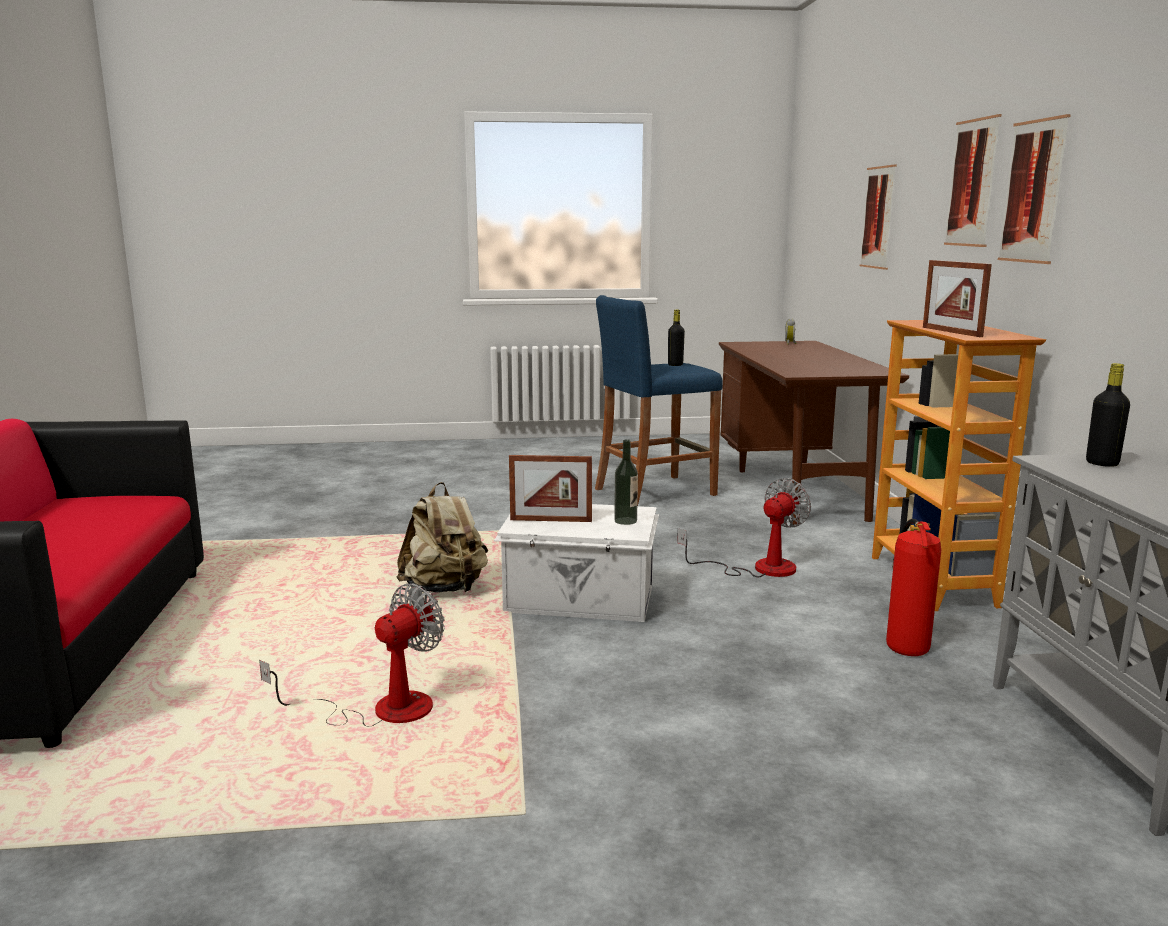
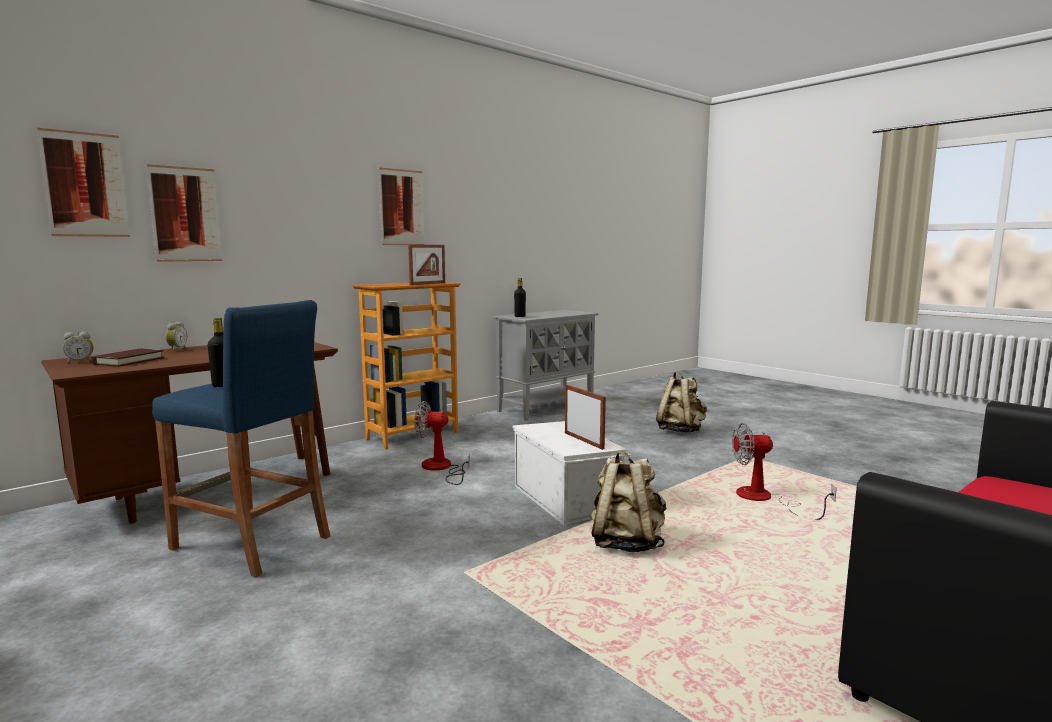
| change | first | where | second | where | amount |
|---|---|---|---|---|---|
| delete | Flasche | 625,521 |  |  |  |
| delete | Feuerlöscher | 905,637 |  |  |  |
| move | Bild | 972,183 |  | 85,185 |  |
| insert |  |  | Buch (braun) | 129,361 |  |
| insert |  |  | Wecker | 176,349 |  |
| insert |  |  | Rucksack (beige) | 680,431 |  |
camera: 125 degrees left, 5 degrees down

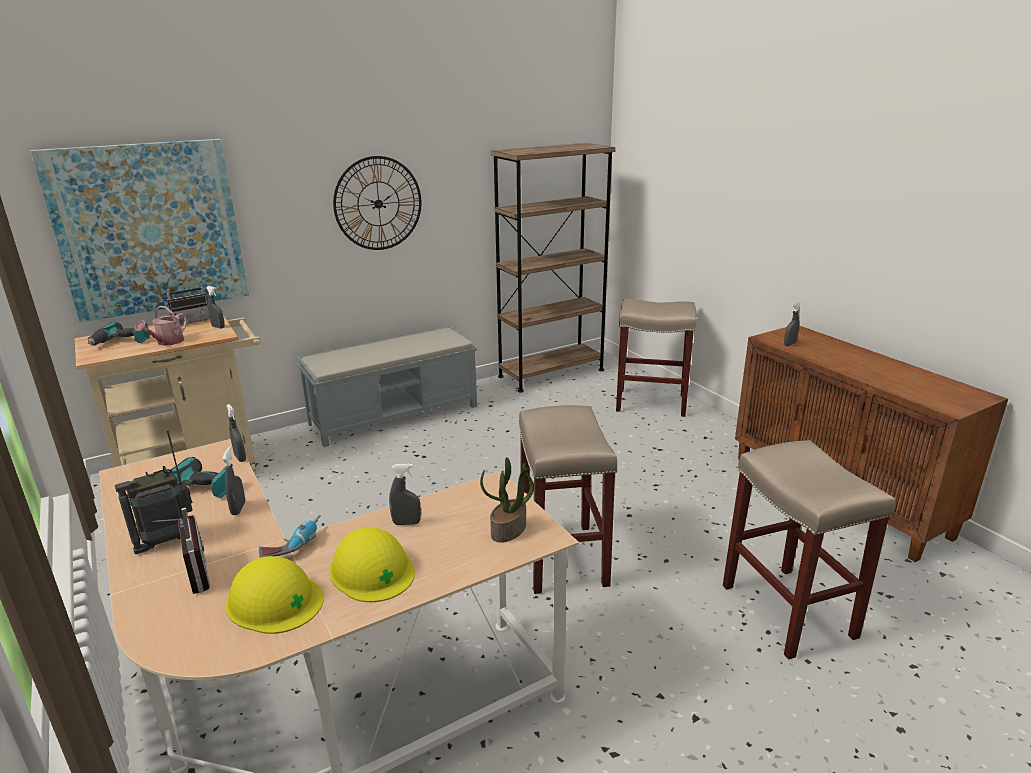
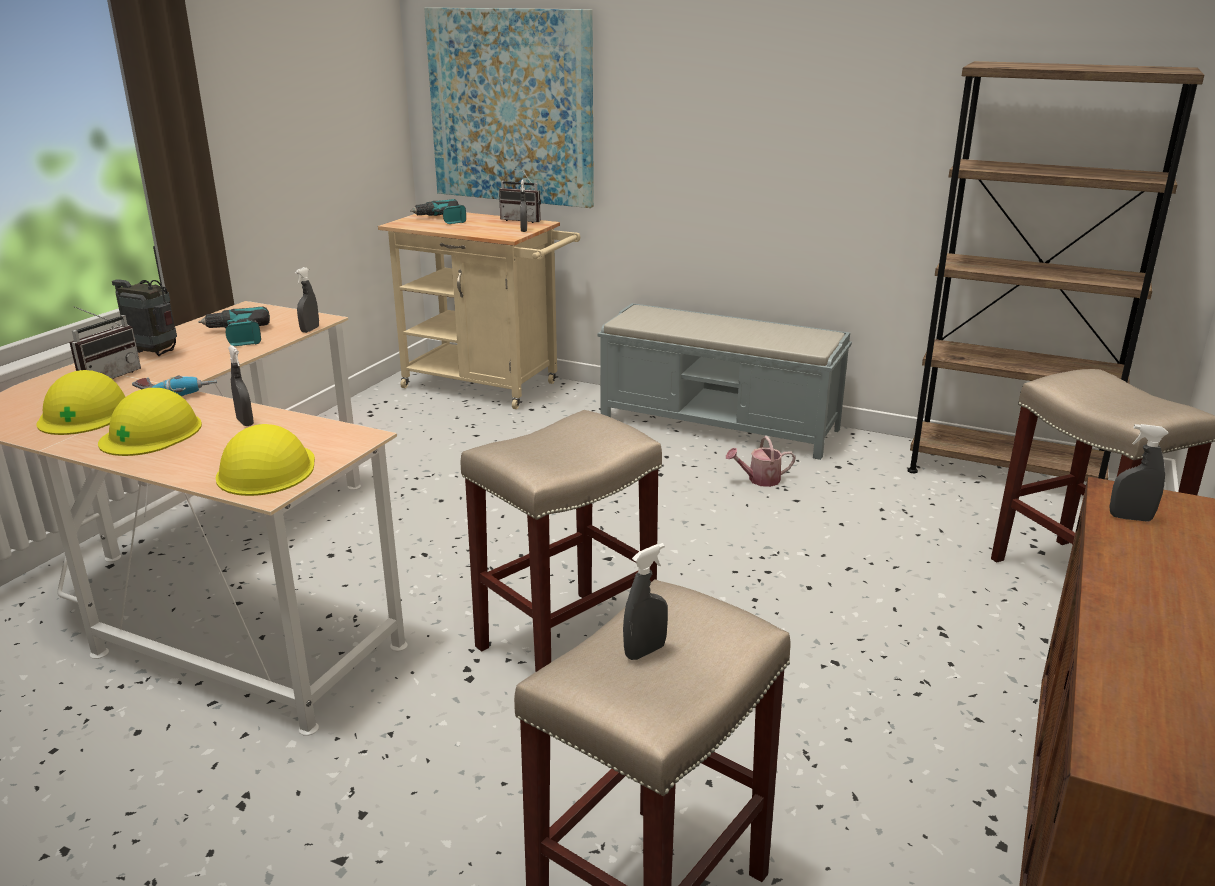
| change | first | where | second | where | amount |
|---|---|---|---|---|---|
| move | Gießkanne | 167,342 |  | 759,480 |  |
| move | Sprühflasche (grau) | 238,509 |  | 645,651 |  |
| delete | Wanduhr | 378,204 |  |  |  |
| replace | Topfpflanze | 509,530 | Schutzhelm (gelb) | 266,470 |  |
camera: 55 degrees right, 0 degrees up

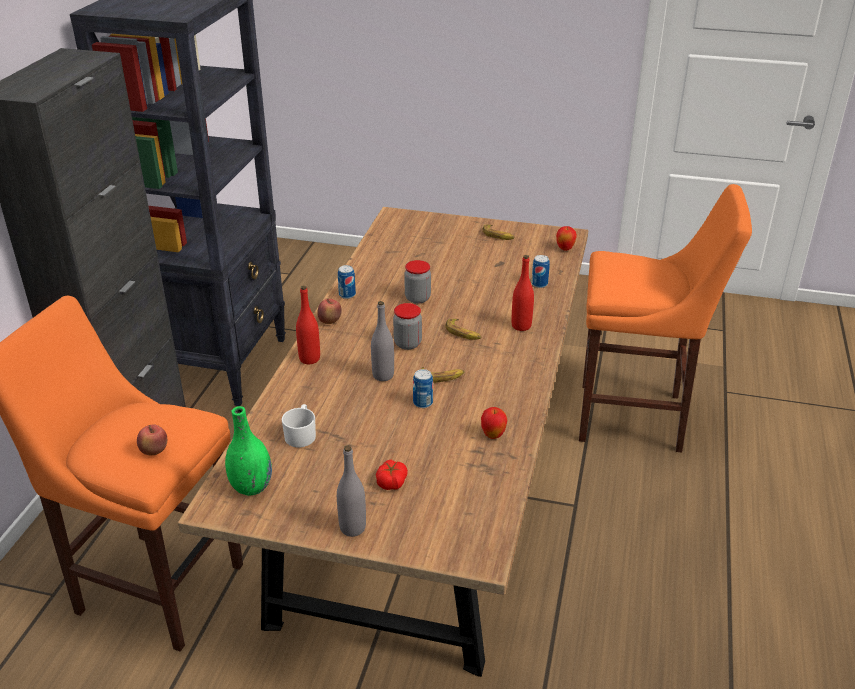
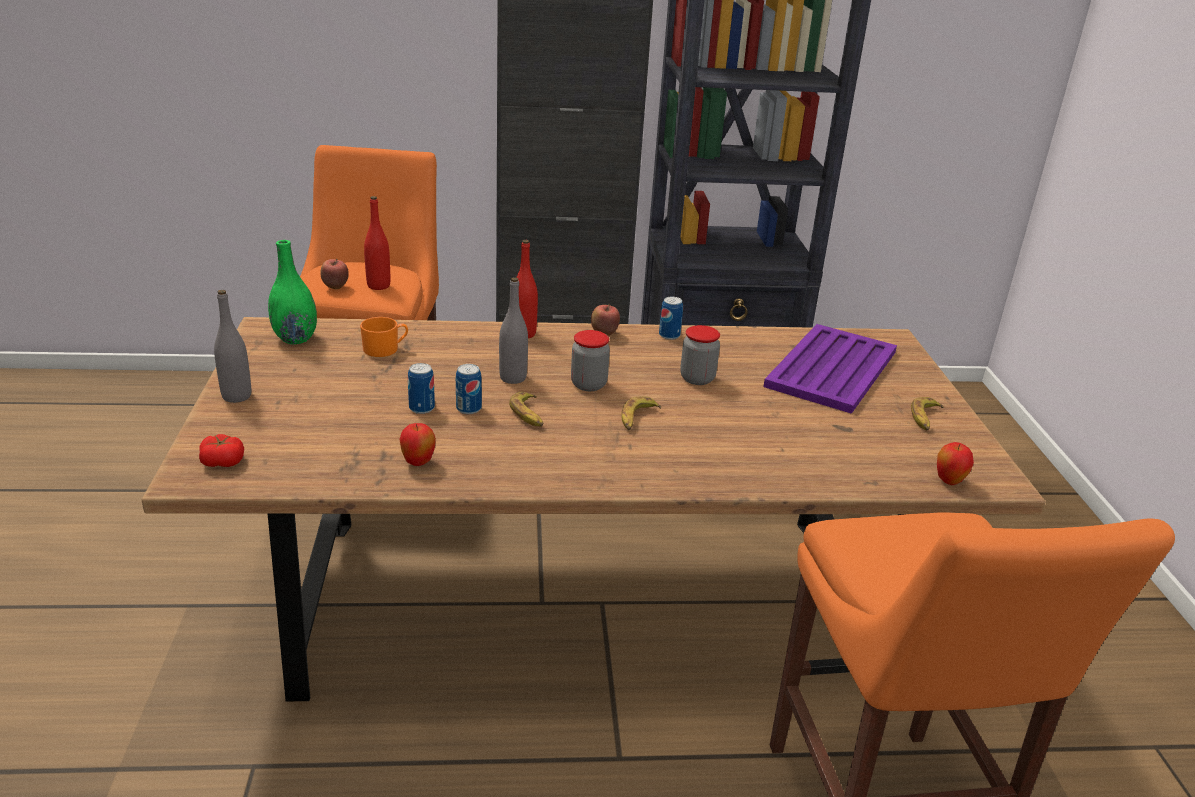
| change | first | where | second | where | amount |
|---|---|---|---|---|---|
| recolor | Henkelbecher (weiß) | 301,434 | Henkelbecher (orange) | 385,349 |  |
| move | Tomate | 391,482 |  | 223,461 |  |
| move | Flasche (rot) | 521,326 |  | 378,286 |  |
| move | Dose | 539,284 |  | 421,408 |  |
| insert |  |  | Tablett (lila) | 833,368 |  |
camera: 70 degrees right, 5 degrees down

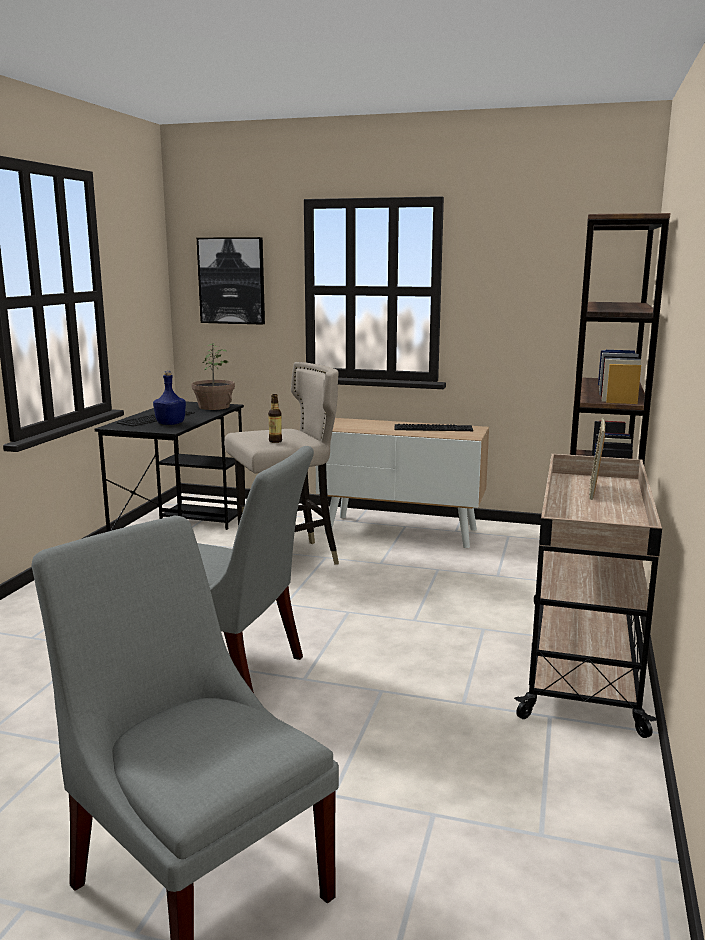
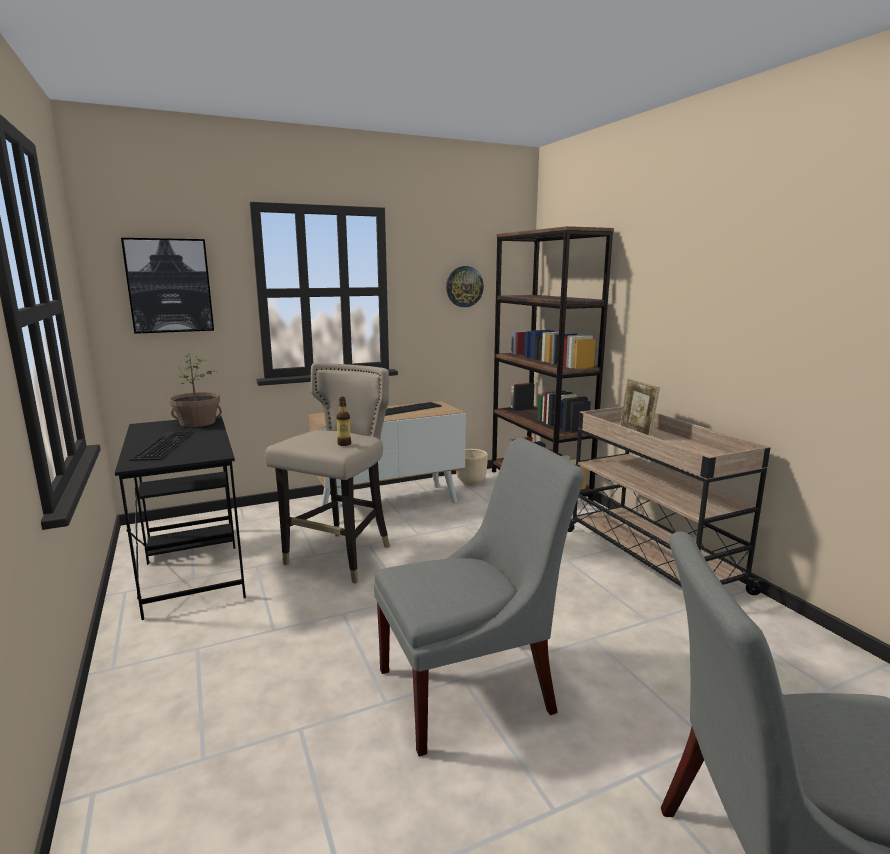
| change | first | where | second | where | amount |
|---|---|---|---|---|---|
| delete | Flasche (blau) | 171,424 |  |  |  |
| insert |  |  | Wanduhr | 464,286 |  |
| insert |  |  | Pflanzkübel (beige) | 471,482 |  |
camera: 40 degrees left, 0 degrees up

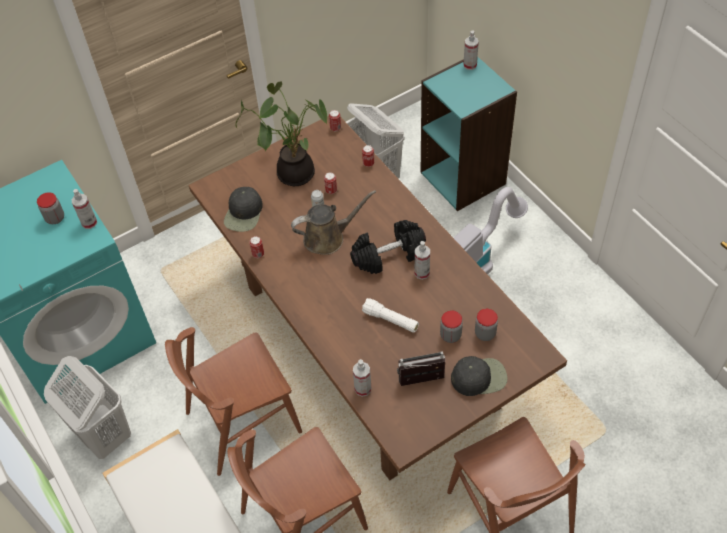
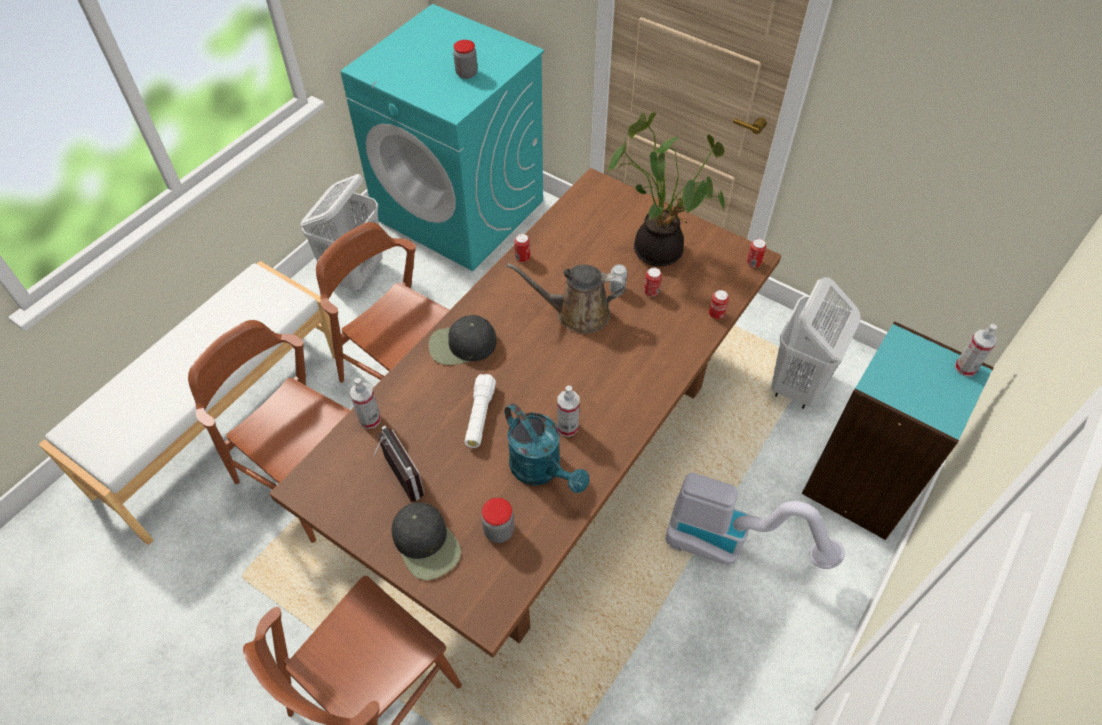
| change | first | where | second | where | amount |
|---|---|---|---|---|---|
| delete | Sprühflasche | 89,223 |  |  |  |
| move | Kappe (schwarz) | 244,213 |  | 461,345 |  |
| rotate | Gießkanne (braun) | 328,238 |  | 577,313 | 135 degrees clockwise |
| delete | Hantel (schwarz) | 388,256 |  |  |  |
| delete | Vorratsglas | 450,335 |  |  |  |
| insert |  |  | Gießkanne (türkis) | 542,470 |  |
camera: 65 degrees right, 0 degrees up

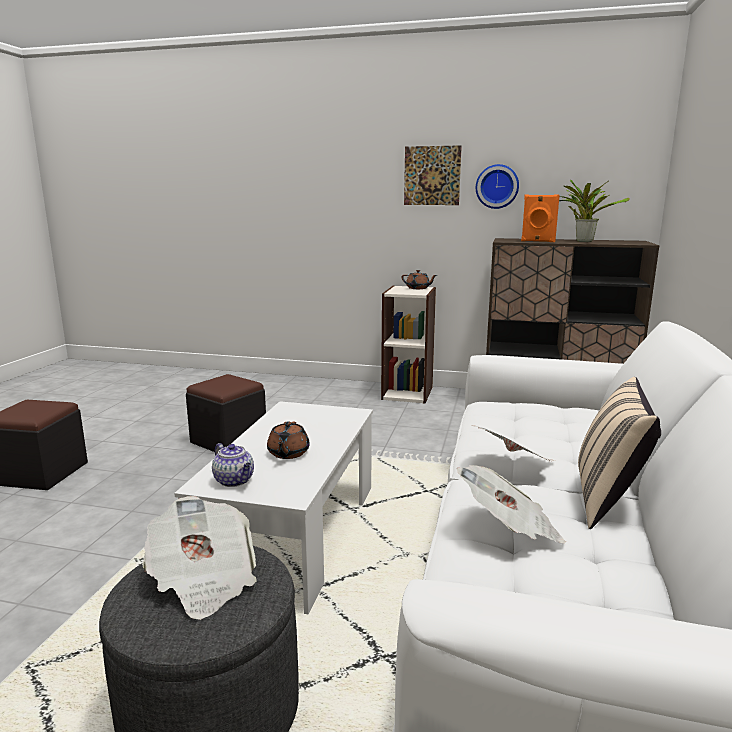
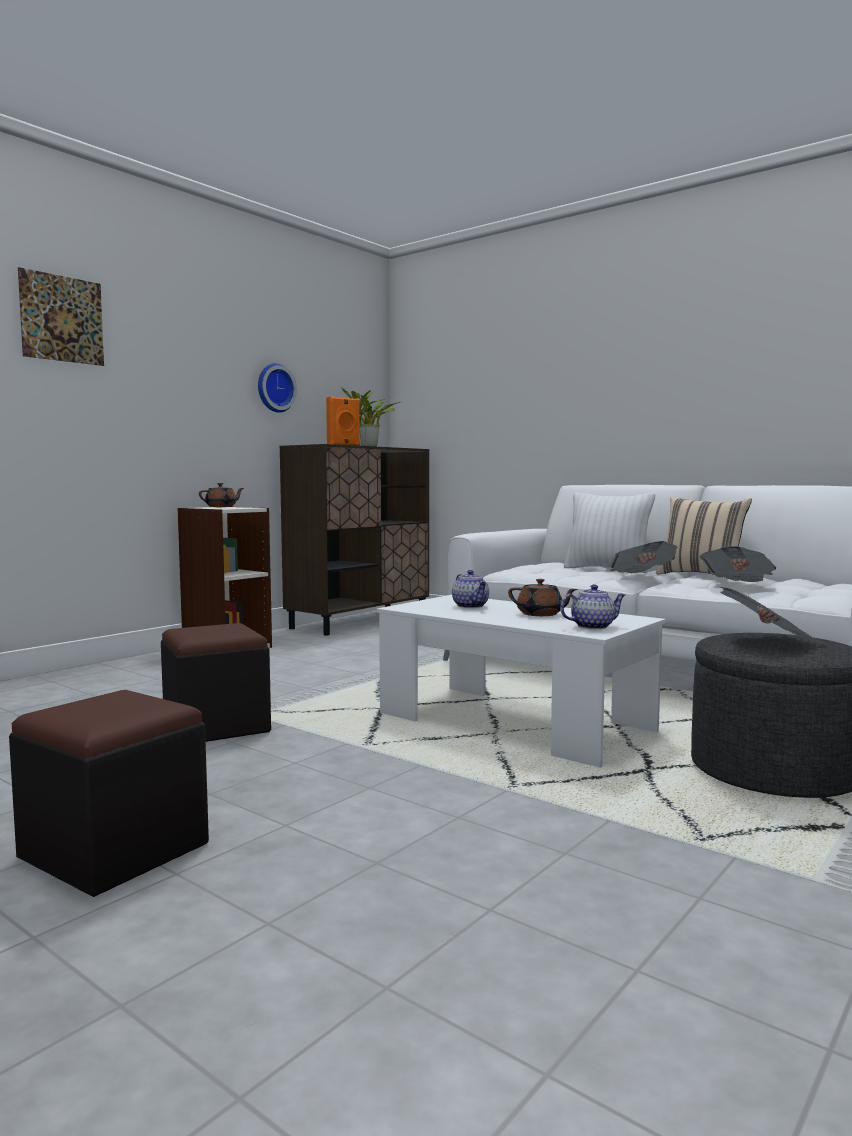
| change | first | where | second | where | amount |
|---|---|---|---|---|---|
| move | Bild | 432,175 |  | 62,319 |  |
| insert |  |  | Teekanne | 471,606 |  |
| insert |  |  | Kissen (weiß) | 607,569 |  |
camera: 65 degrees left, 10 degrees down

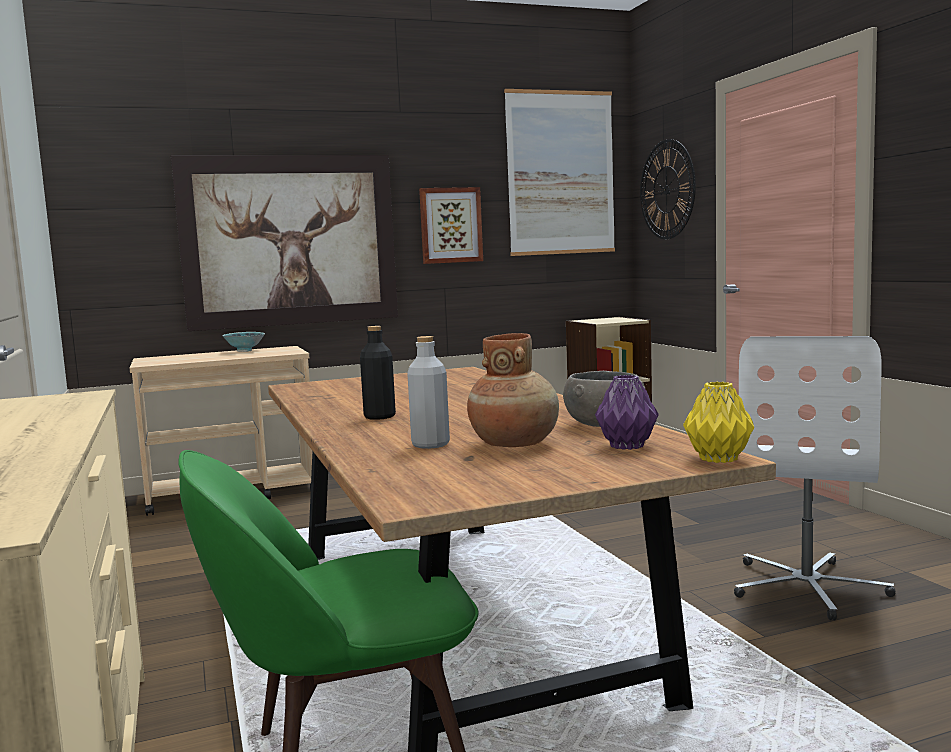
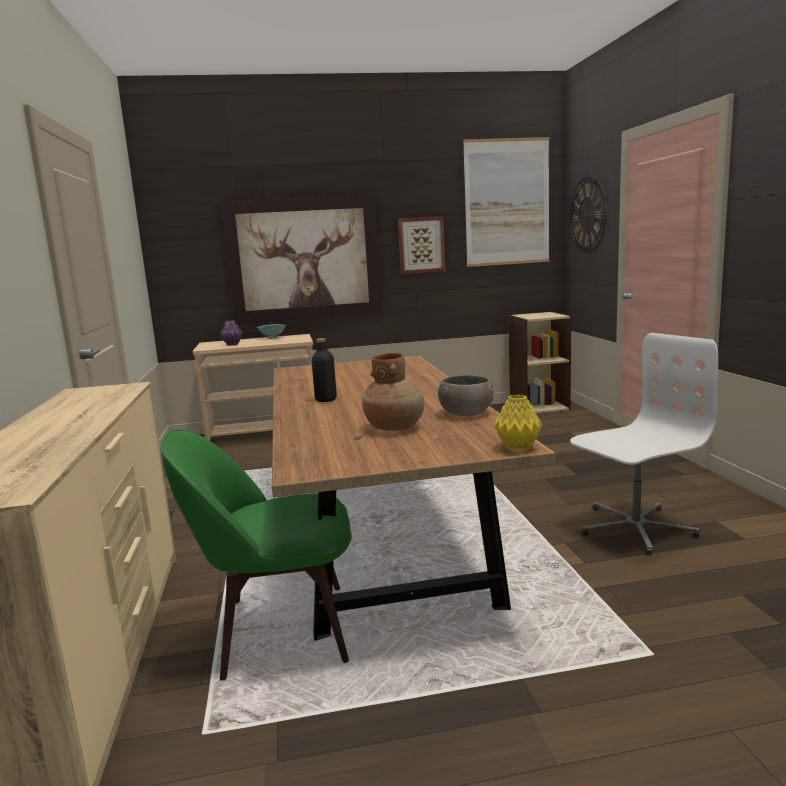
| change | first | where | second | where | amount |
|---|---|---|---|---|---|
| delete | Flasche (grau) | 430,444 |  |  |  |
| move | Vase (lila) | 625,446 |  | 232,344 |  |
| rotate | Bürostuhl (weiß) | 808,587 |  | 634,528 | 150 degrees counterclockwise |
camera: 10 degrees right, 5 degrees up

